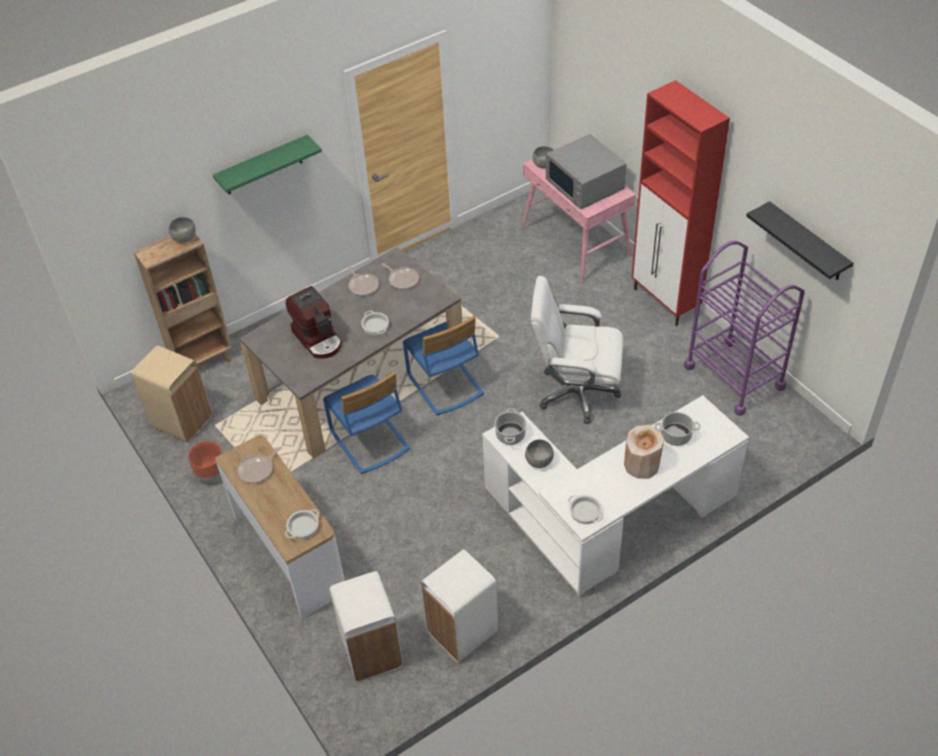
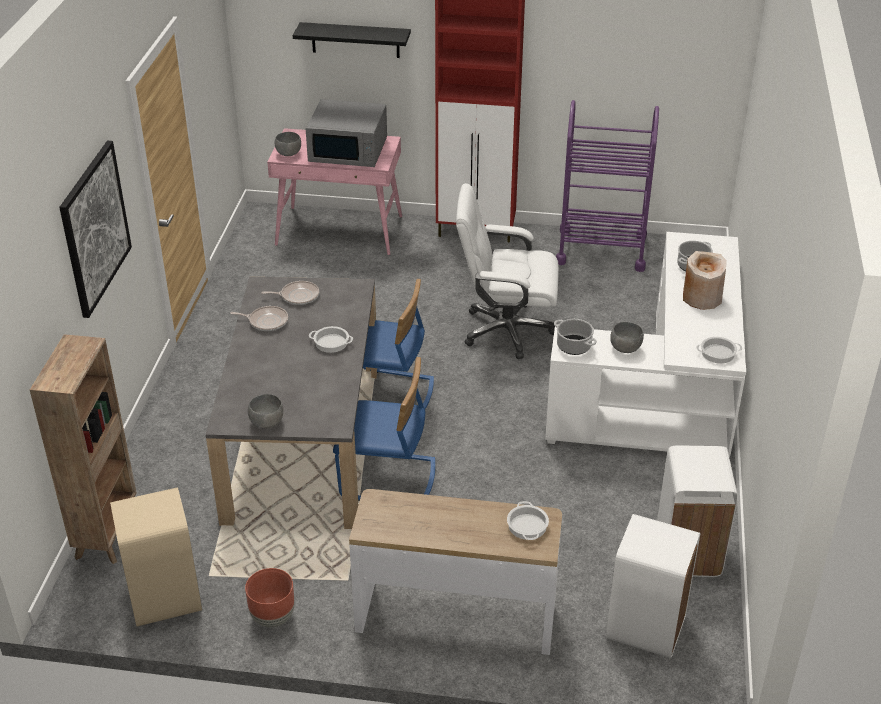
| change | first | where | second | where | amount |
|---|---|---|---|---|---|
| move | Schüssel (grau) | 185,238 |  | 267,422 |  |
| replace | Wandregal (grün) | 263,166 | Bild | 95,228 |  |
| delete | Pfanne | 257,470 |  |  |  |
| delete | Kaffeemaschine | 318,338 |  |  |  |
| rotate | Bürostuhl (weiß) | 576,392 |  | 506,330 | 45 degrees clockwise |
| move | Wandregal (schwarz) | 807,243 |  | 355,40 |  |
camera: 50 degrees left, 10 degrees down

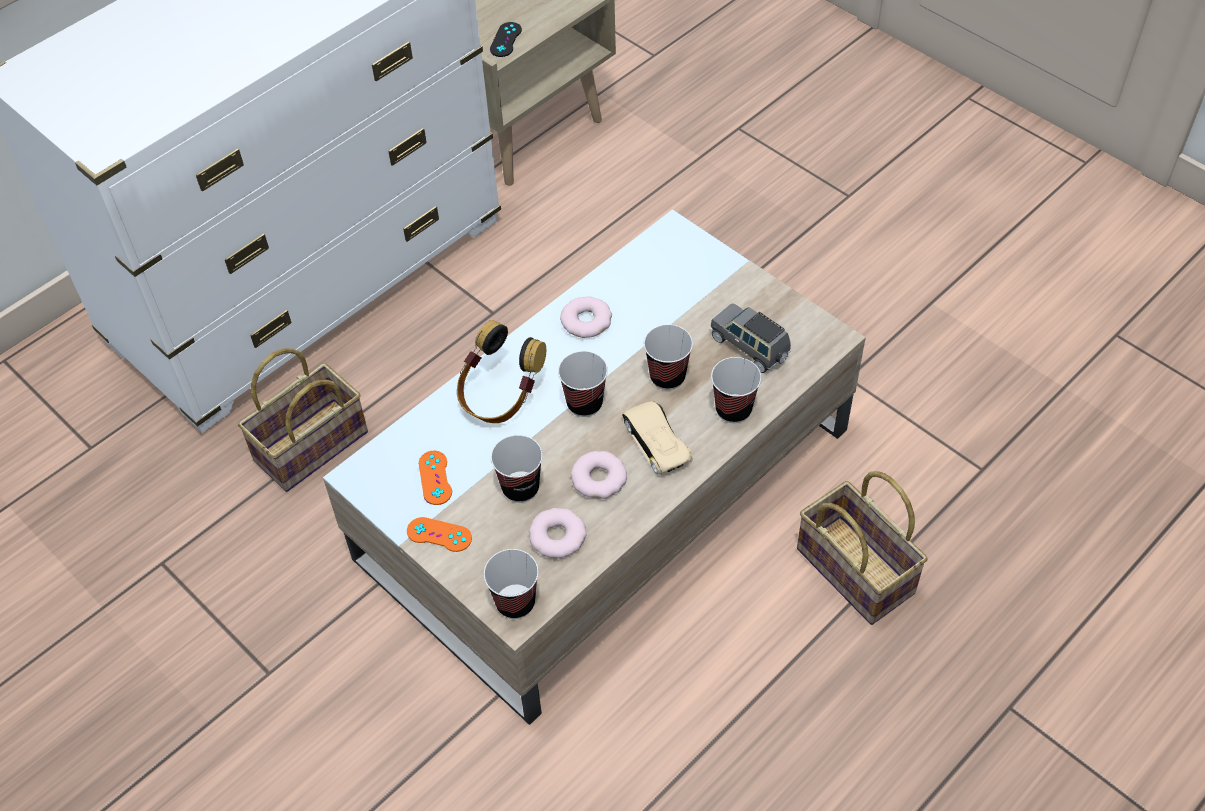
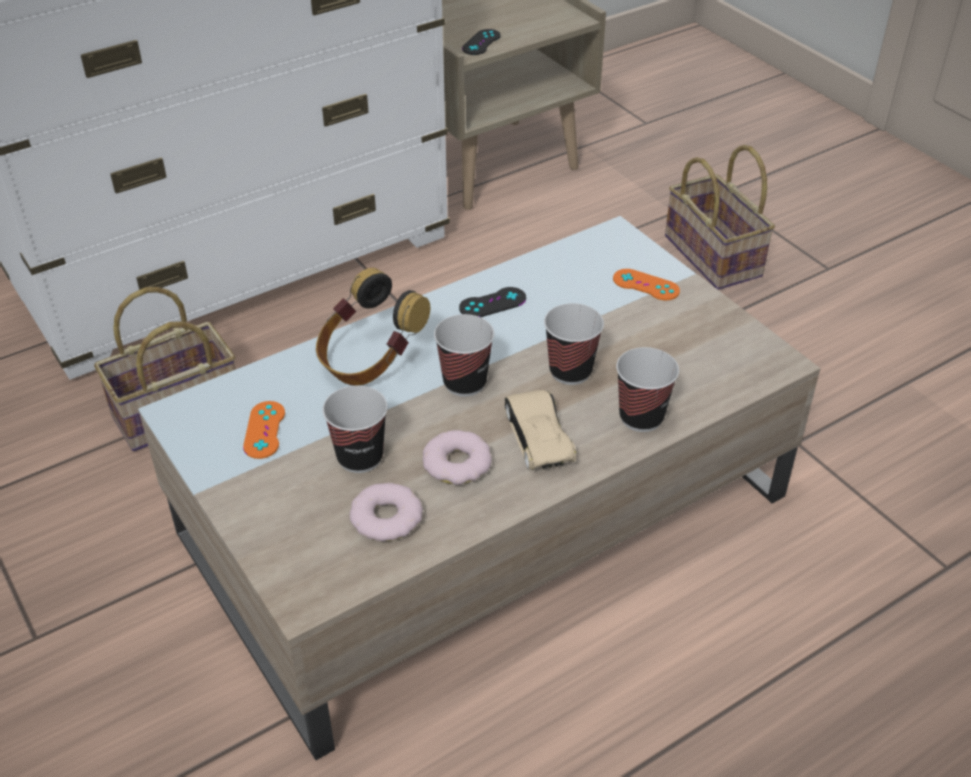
| change | first | where | second | where | amount |
|---|---|---|---|---|---|
| move | Gamepad (orange) | 439,535 |  | 646,285 |  |
| delete | Tasse | 515,603 |  |  |  |
| replace | Donut | 586,321 | Gamepad (schwarz) | 492,303 |  |
| delete | Spielzeugauto (grau) | 750,347 |  |  |  |
| move | Korb | 859,571 |  | 716,257 |  |
camera: 10 degrees right, 10 degrees down

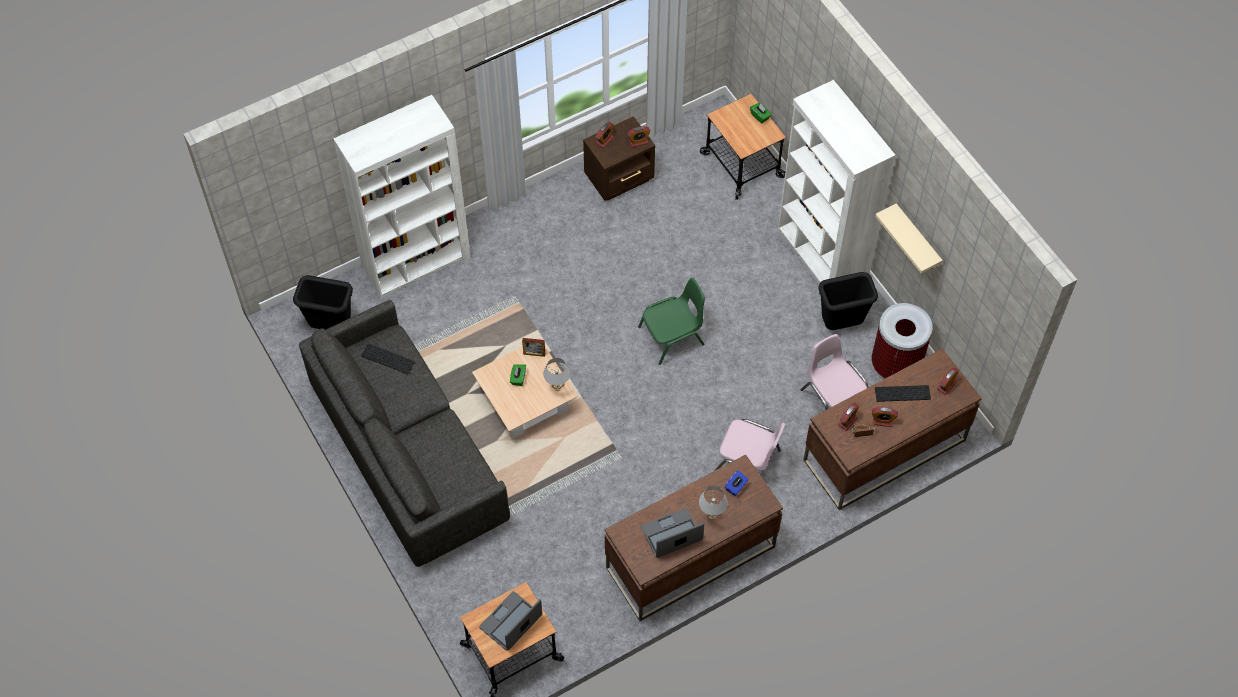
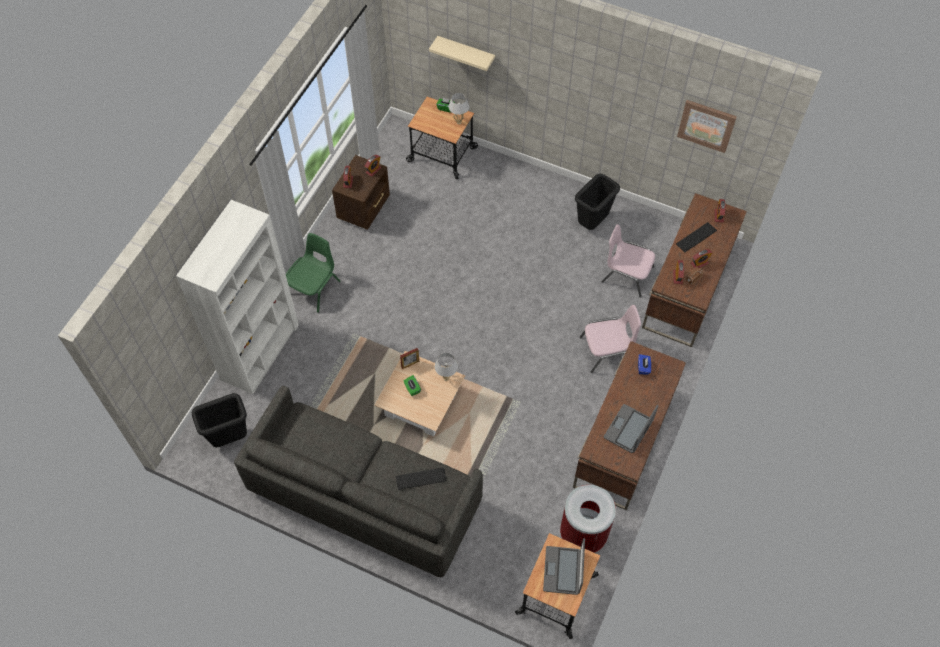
| change | first | where | second | where | amount |
|---|---|---|---|---|---|
| move | Tastatur | 389,358 |  | 421,477 |  |
| move | Stuhl (grün) | 672,336 |  | 314,288 |  |
| move | Tischlampe (weiß) | 711,516 |  | 459,122 |  |
| delete | Bücherregal (weiß) | 821,257 |  |  |  |
| move | Mülleimer | 895,365 |  | 583,534 |  |
| move | Wandregal (beige) | 917,239 |  | 466,53 |  |
| insert |  |  | Bild | 706,125 |  |
camera: 35 degrees left, 0 degrees up

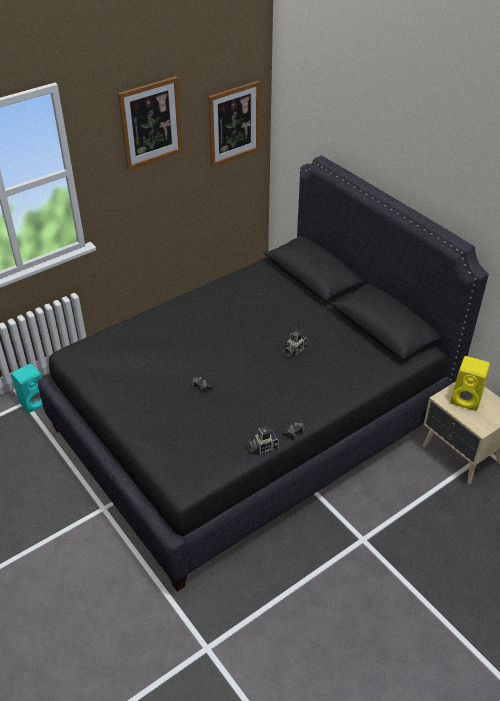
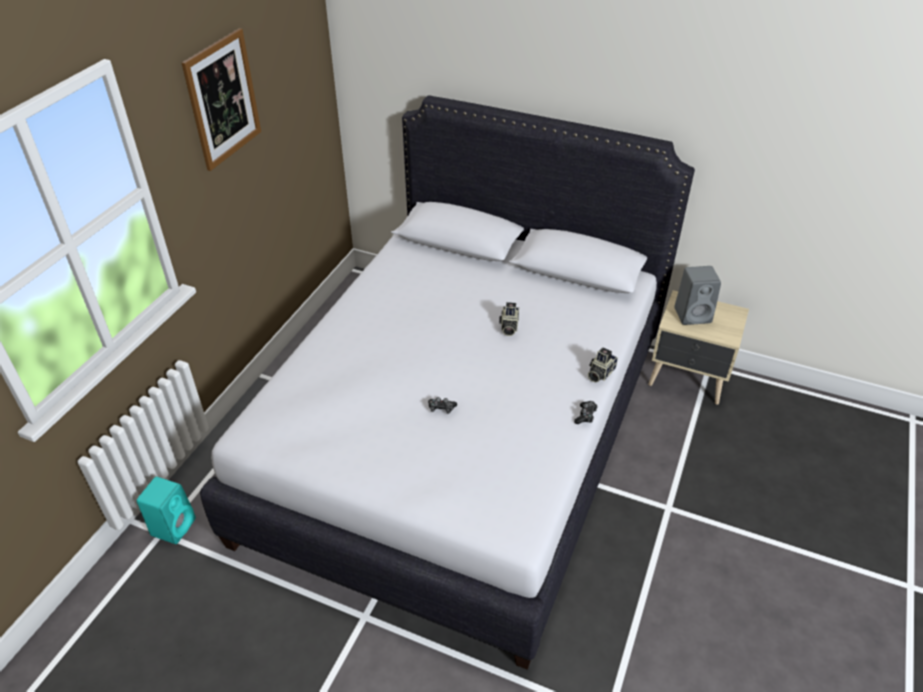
| change | first | where | second | where | amount |
|---|---|---|---|---|---|
| recolor | Bett (schwarz) | 250,423 | Bett (weiß) | 461,437 |  |
| delete | Bild | 234,123 |  |  |  |
| move | Kamera | 262,446 |  | 599,373 |  |
| recolor | Lautsprecher (gelb) | 467,399 | Lautsprecher (grau) | 693,315 |  |
camera: 30 degrees left, 0 degrees up

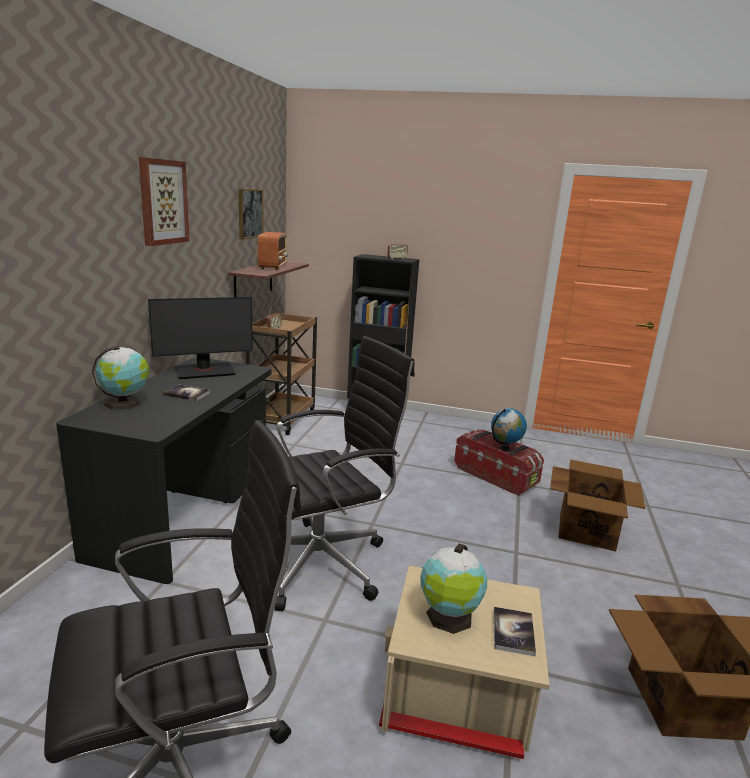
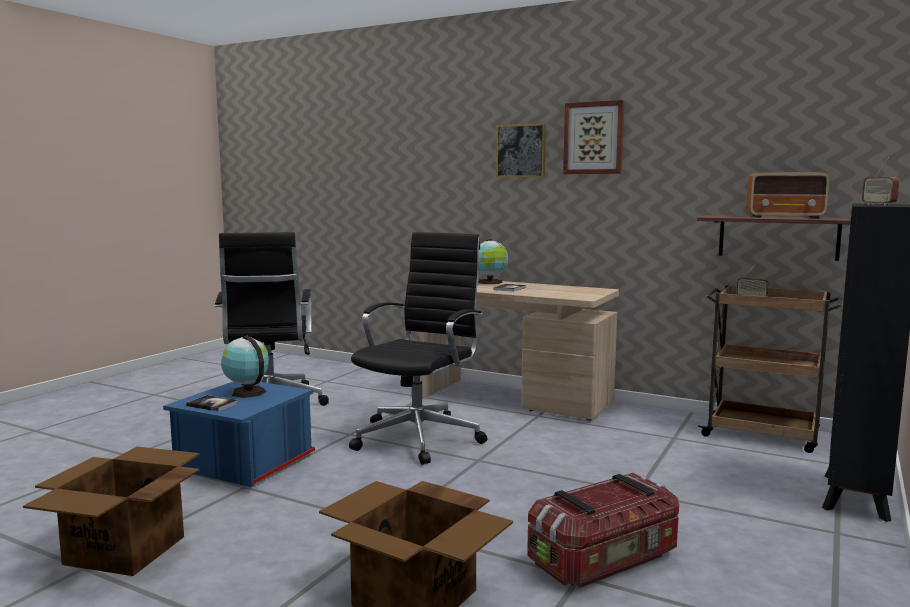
| change | first | where | second | where | amount |
|---|---|---|---|---|---|
| recolor | Schreibtisch (schwarz) | 186,511 | Schreibtisch (beige) | 516,400 |  |
| delete | Monitor | 204,371 |  |  |  |
| move | Bild | 249,213 |  | 521,151 |  |
| rotate | Bürostuhl (schwarz) | 323,563 |  | 420,437 | 135 degrees counterclockwise |
| recolor | Aufbewahrungsbox (beige) | 458,692 | Aufbewahrungsbox (blau) | 243,464 |  |
| delete | Globus | 505,449 |  |  |  |
camera: 105 degrees right, 10 degrees down

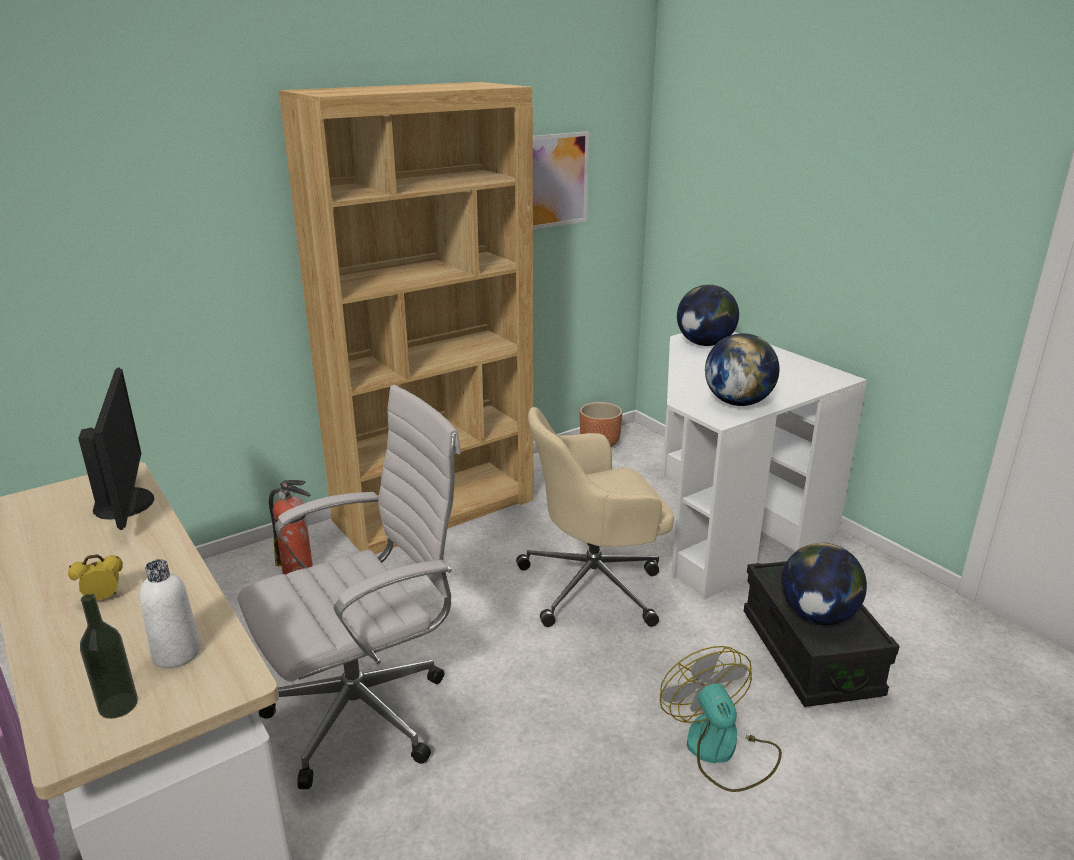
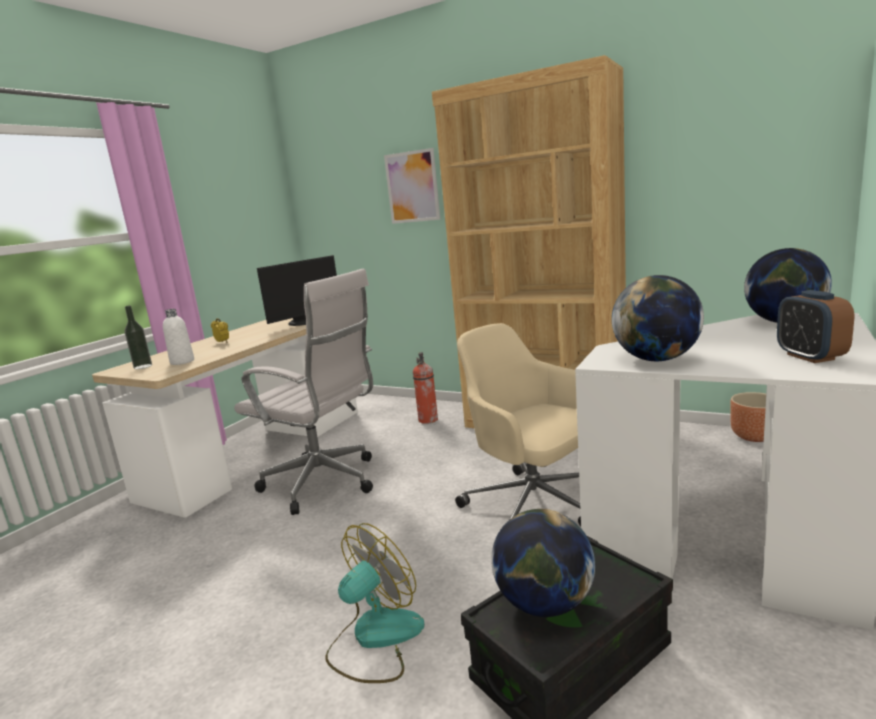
| change | first | where | second | where | amount |
|---|---|---|---|---|---|
| move | Bild | 557,180 |  | 412,187 |  |
| insert |  |  | Wecker | 810,357 |  |
camera: 65 degrees right, 10 degrees down

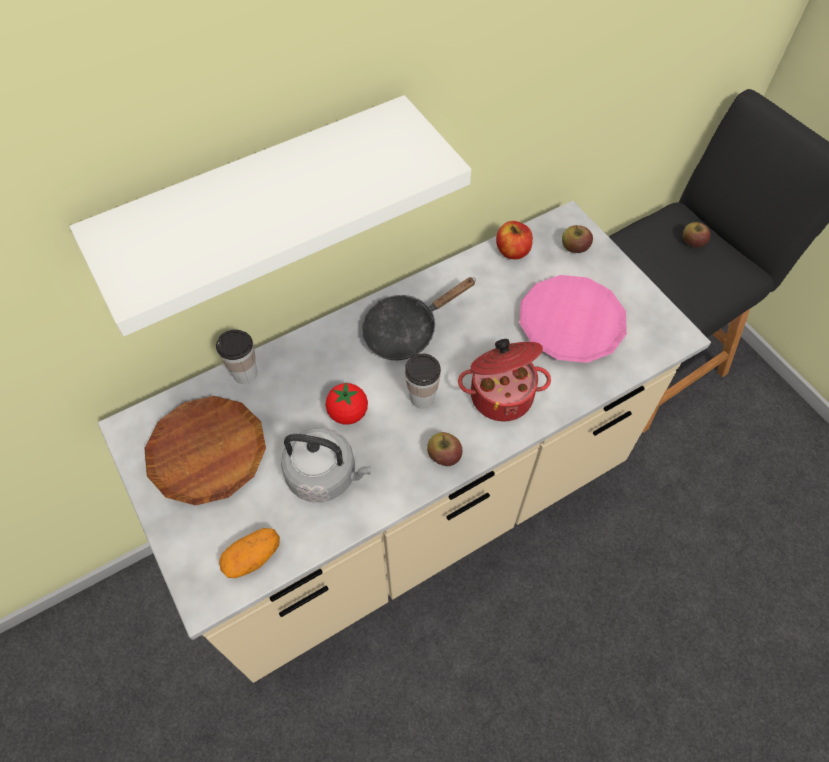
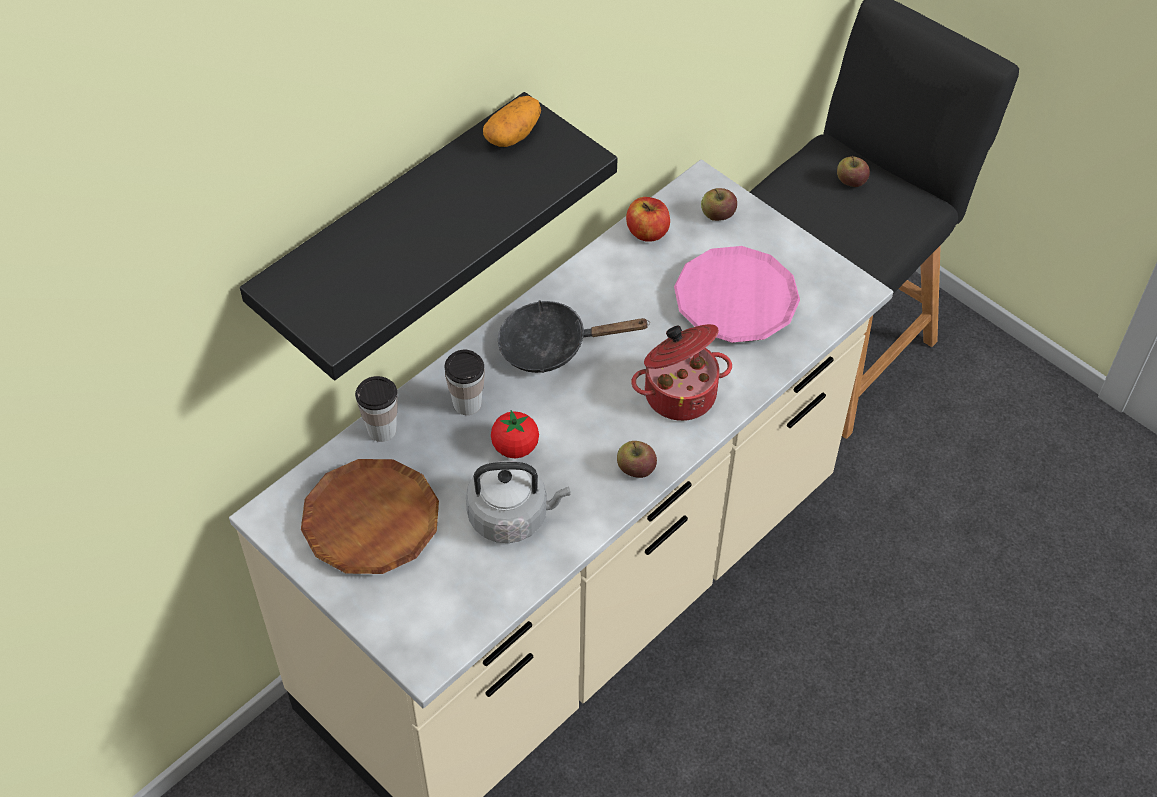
| change | first | where | second | where | amount |
|---|---|---|---|---|---|
| recolor | Wandregal (weiß) | 258,199 | Wandregal (schwarz) | 393,226 |  |
| move | Kartoffel | 253,557 |  | 513,134 |  |
| rotate | Pfanne (schwarz) | 406,331 |  | 552,346 | 45 degrees clockwise |
| move | Tasse | 422,397 |  | 467,404 |  |
camera: 15 degrees left, 5 degrees down

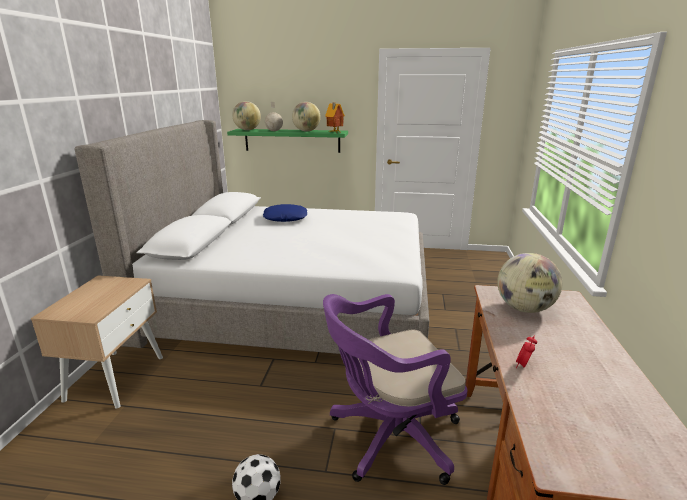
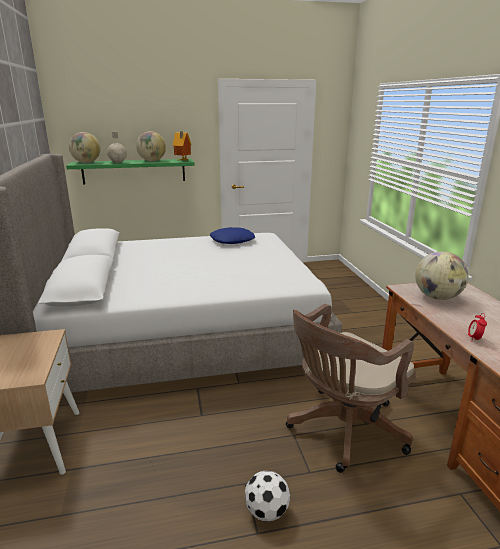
| change | first | where | second | where | amount |
|---|---|---|---|---|---|
| move | Kissen (blau) | 285,218 |  | 232,240 |  |
| recolor | Bürostuhl (lila) | 389,438 | Bürostuhl (braun) | 343,430 |  |
camera: 20 degrees left, 0 degrees up

